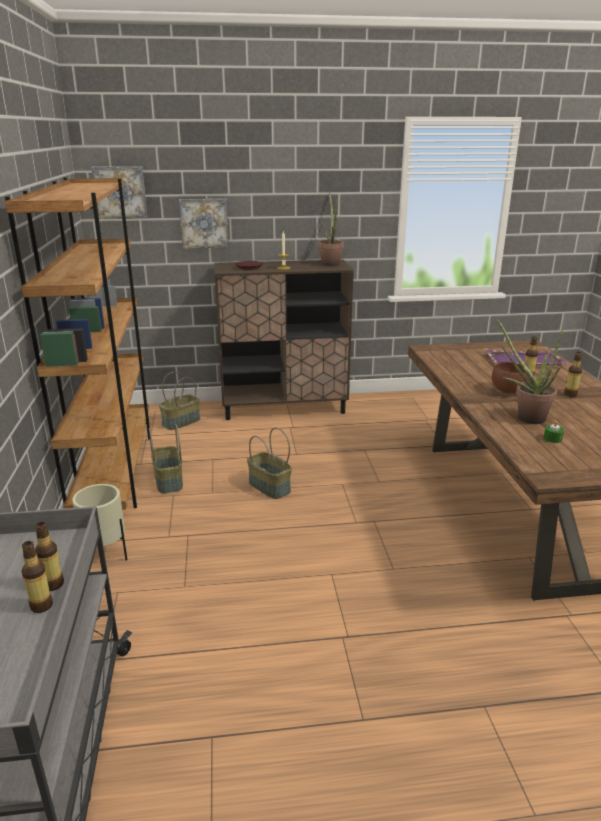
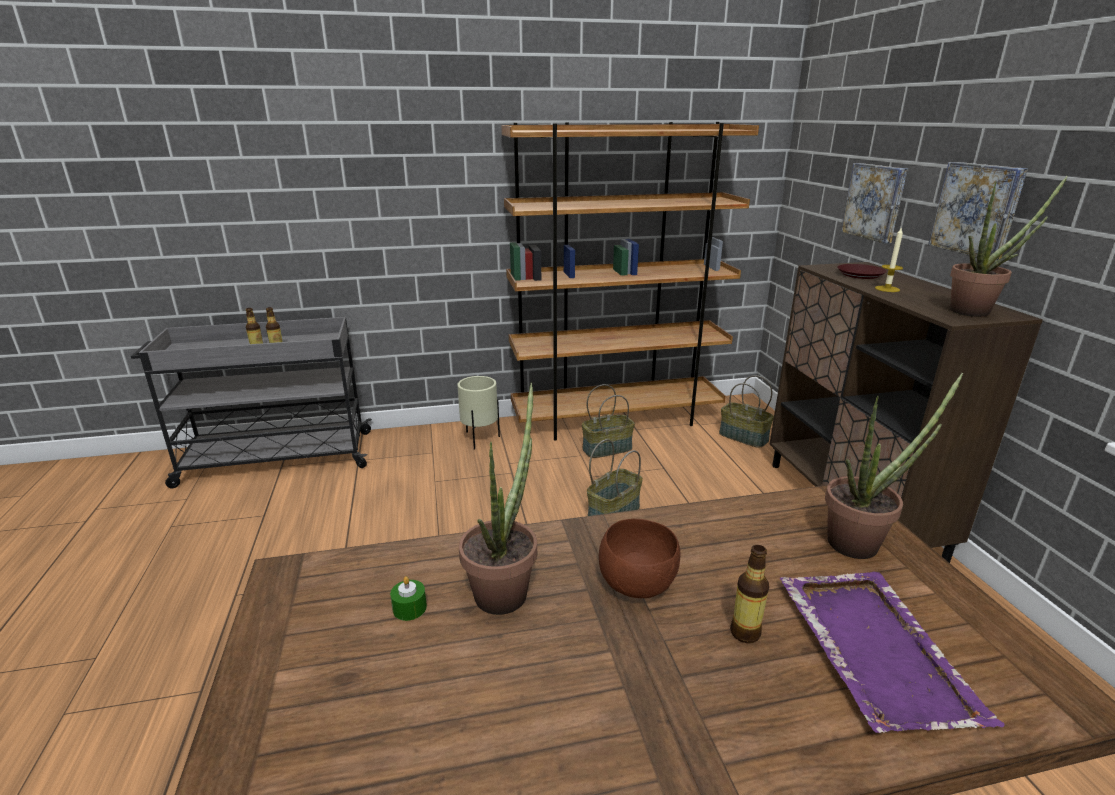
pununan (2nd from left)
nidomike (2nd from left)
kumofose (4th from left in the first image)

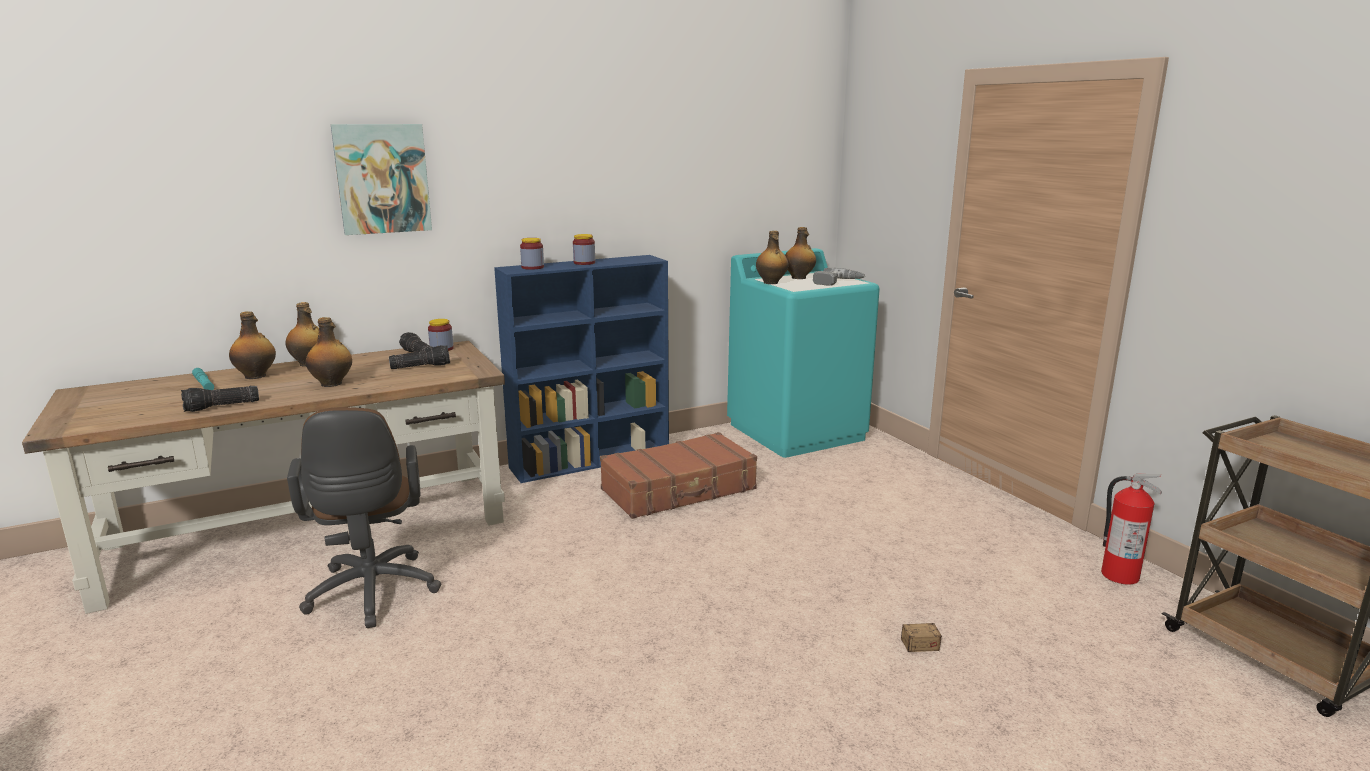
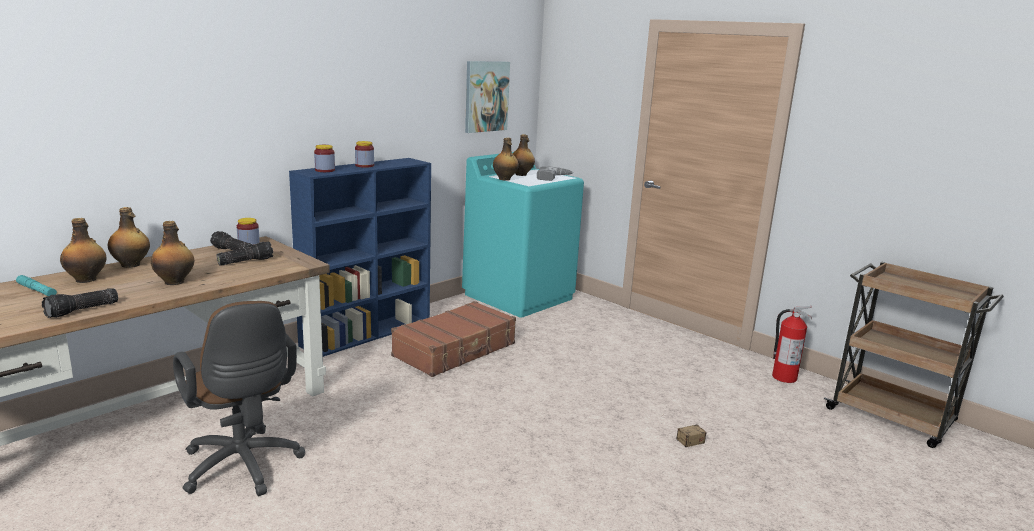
nidomike

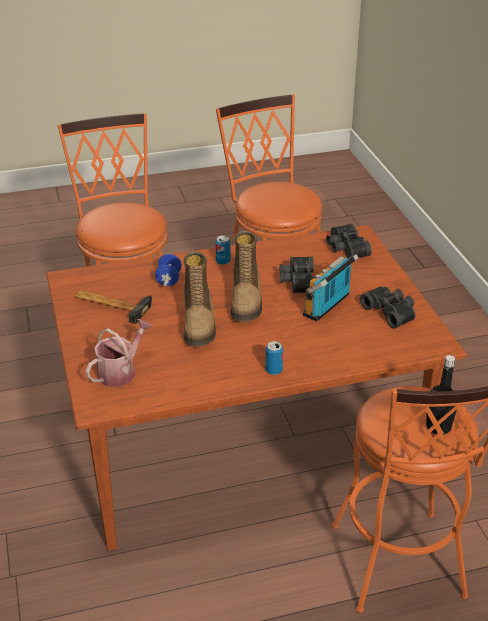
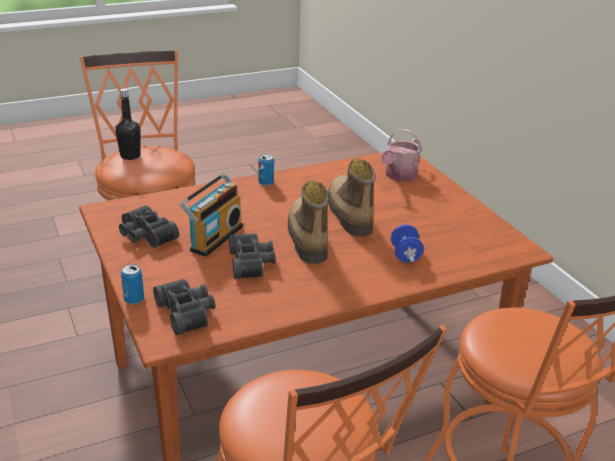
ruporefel (1st from left)
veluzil

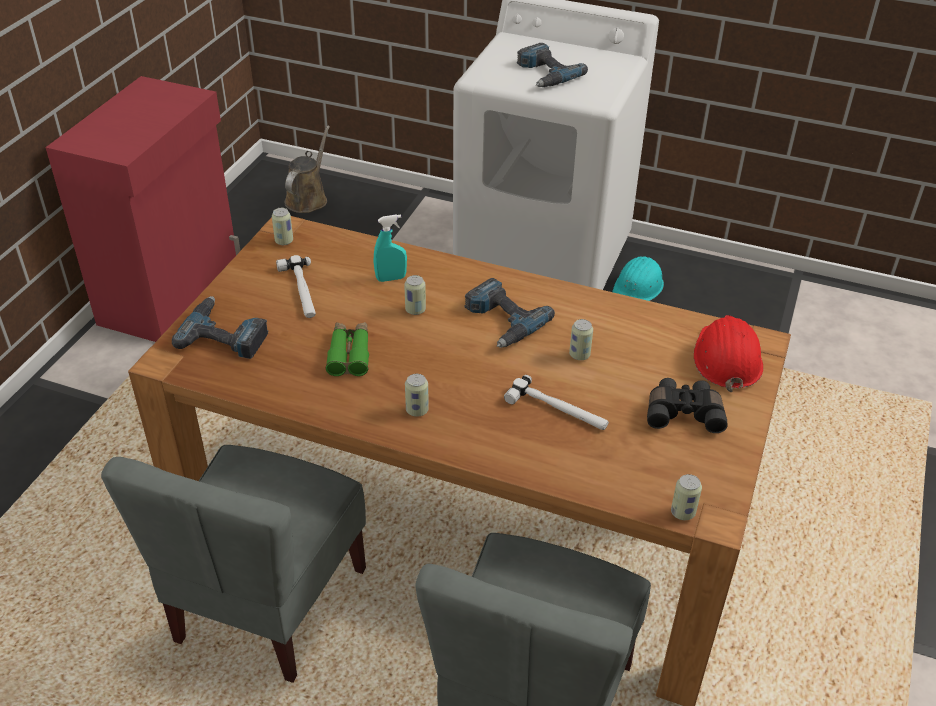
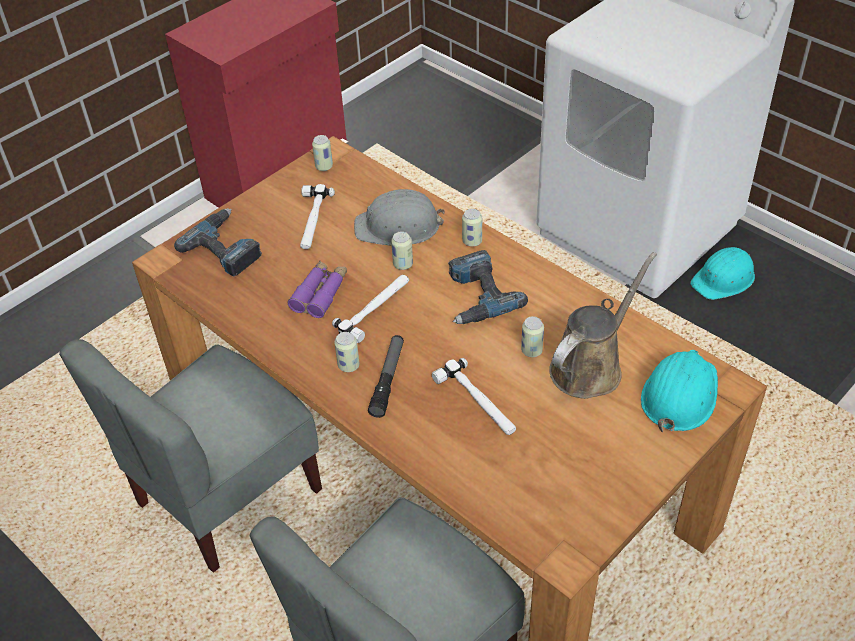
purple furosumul
veluzil (2nd from left)
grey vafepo
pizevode
ruporefel (4th from left)
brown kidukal
turquoise vafepo (1st from left)
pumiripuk (3rd from left in the first image)
black furosumul

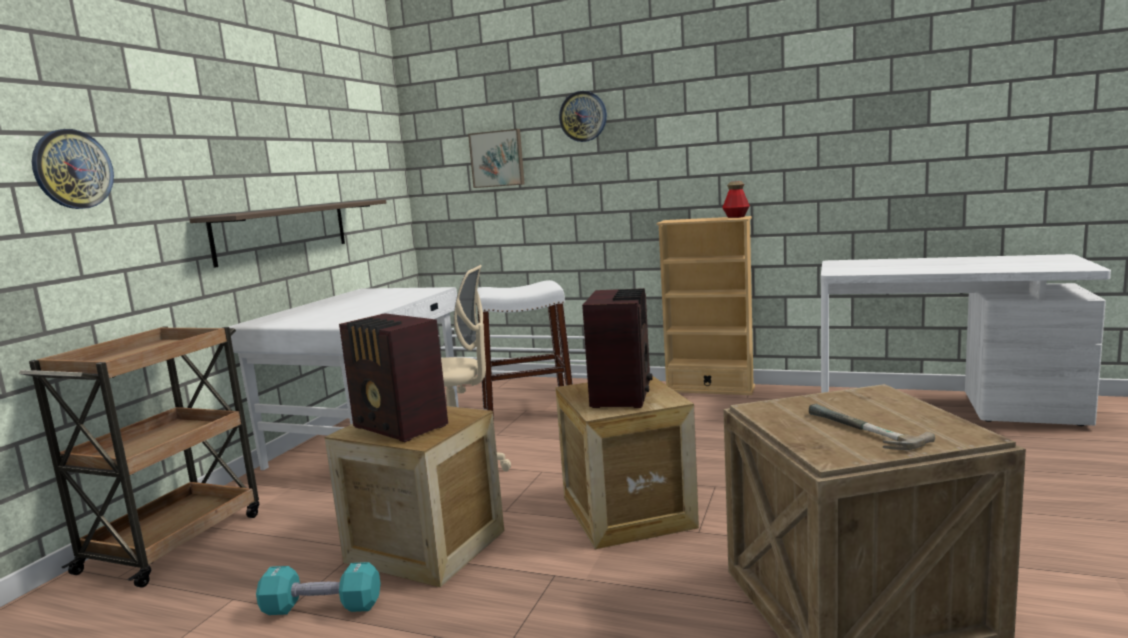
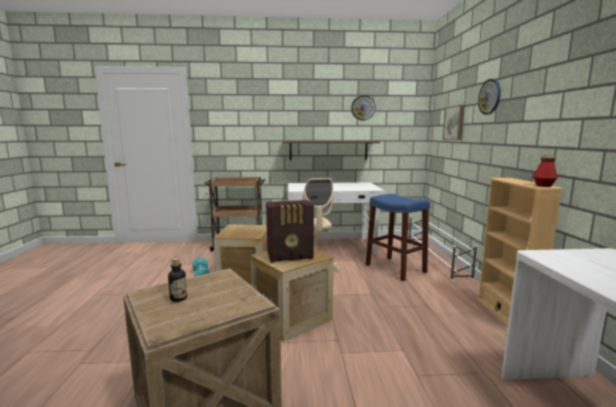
kumofose (1st from left)
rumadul (1st from left)
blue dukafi
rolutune (1st from left in the first image)

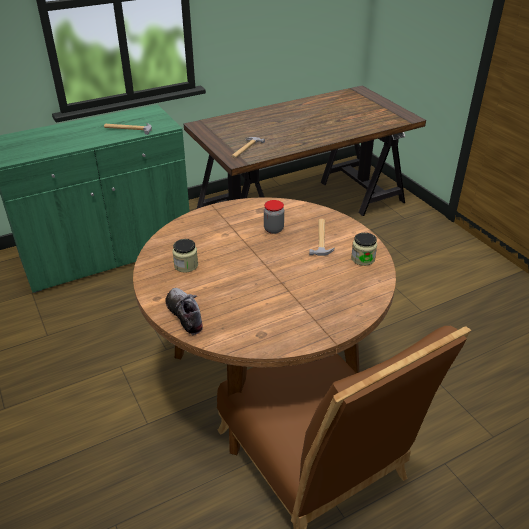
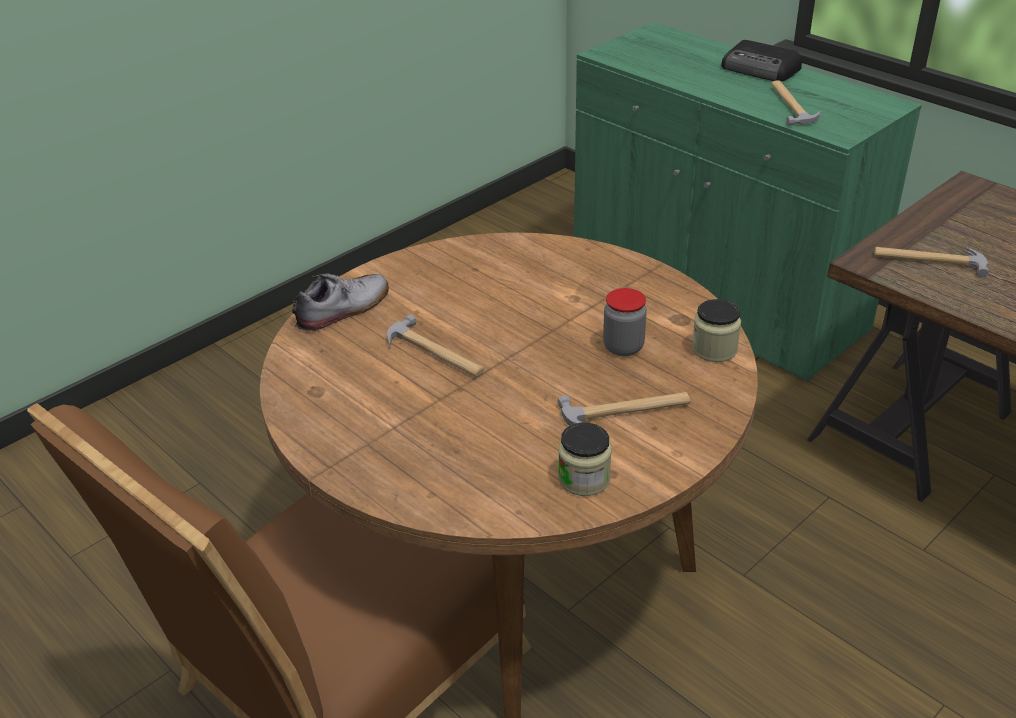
veluzil (1st from left)
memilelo (3rd from left)
rolutune

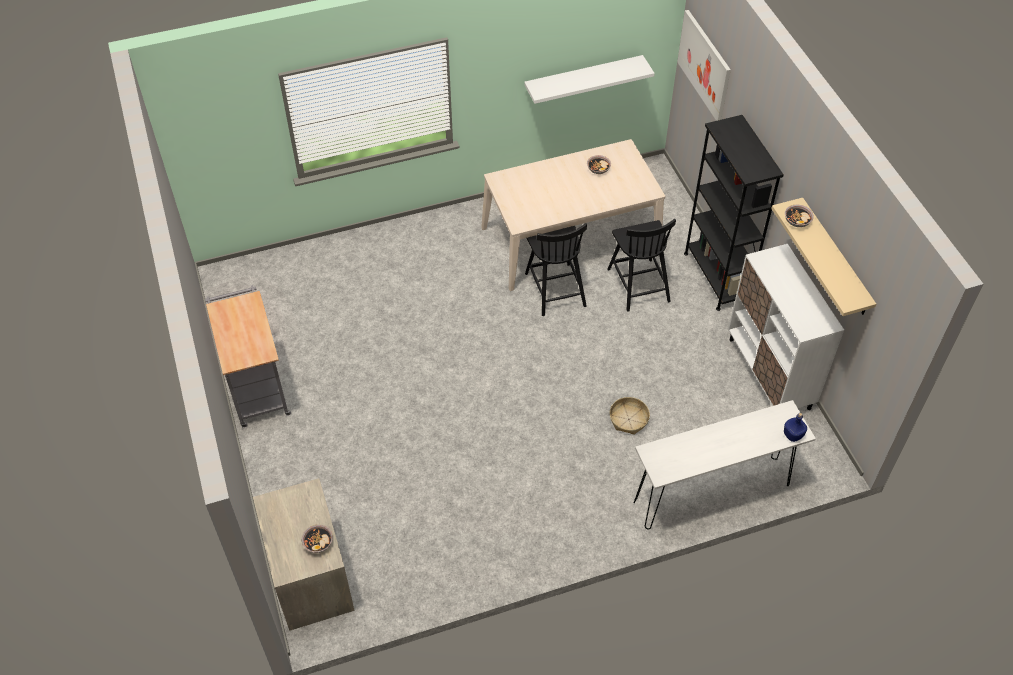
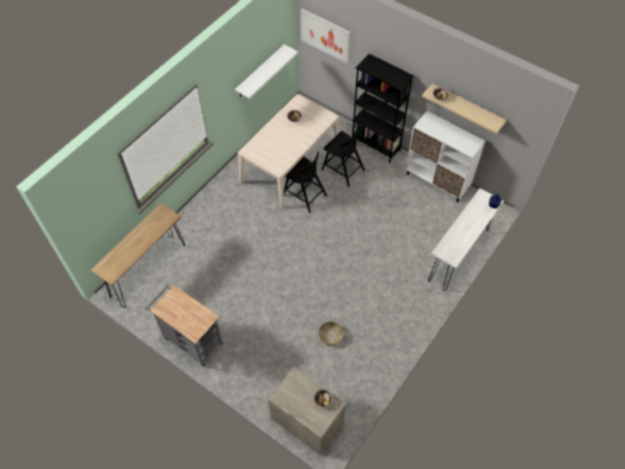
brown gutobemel
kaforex

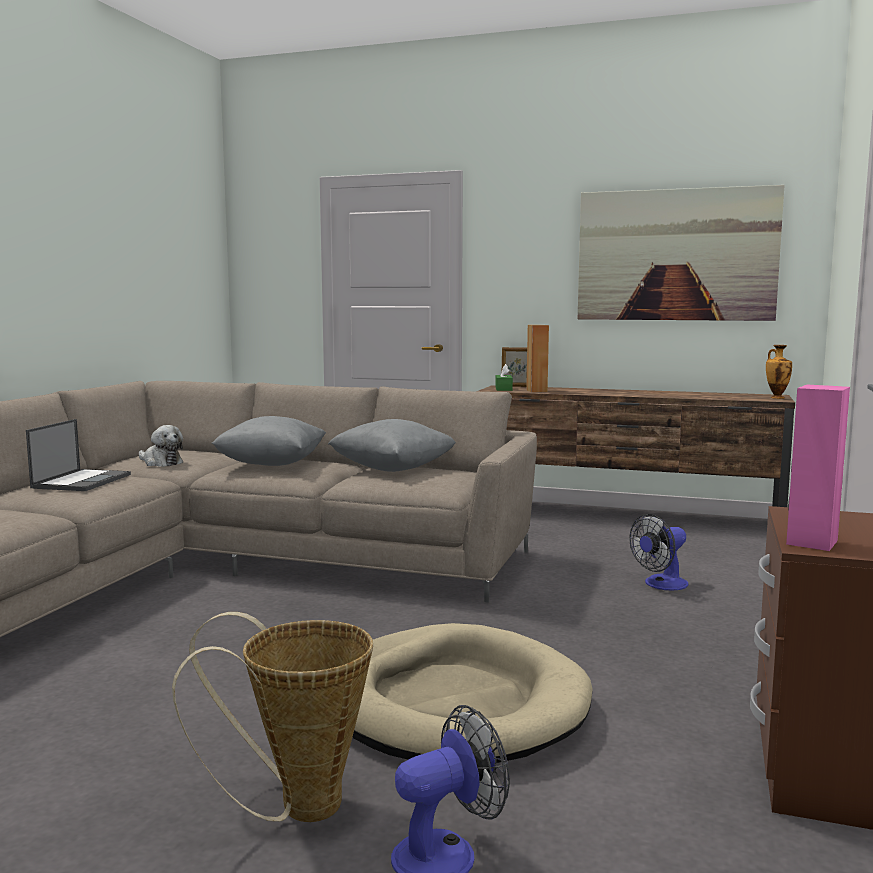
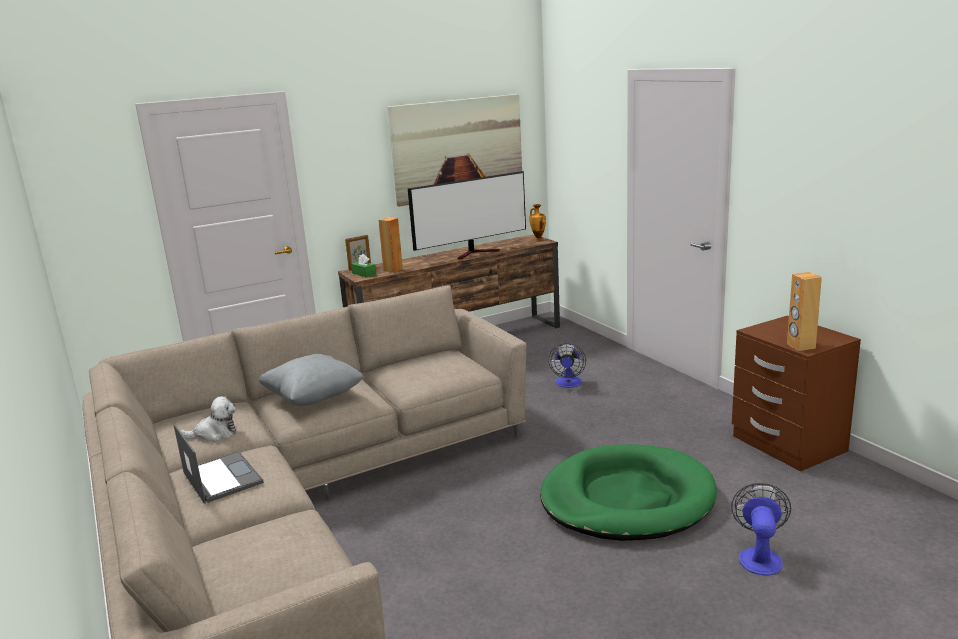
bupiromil
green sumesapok
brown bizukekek (2nd from left)
kaforex
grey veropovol (2nd from left in the first image)

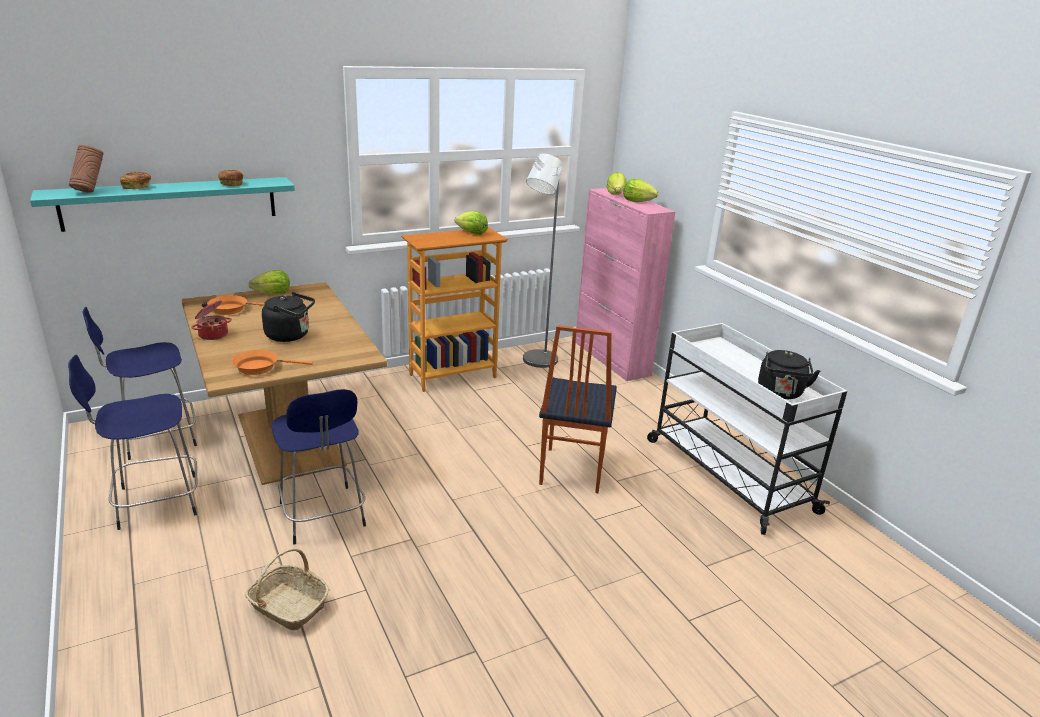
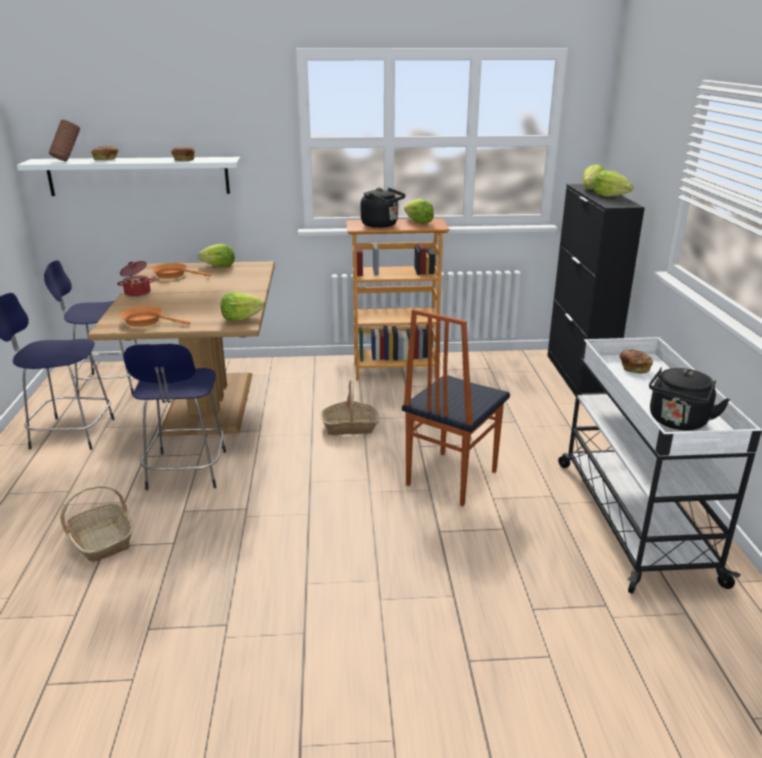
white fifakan
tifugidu (2nd from left)
kaforex (2nd from left)
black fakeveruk (1st from left)
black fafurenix
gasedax (3rd from left)
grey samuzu

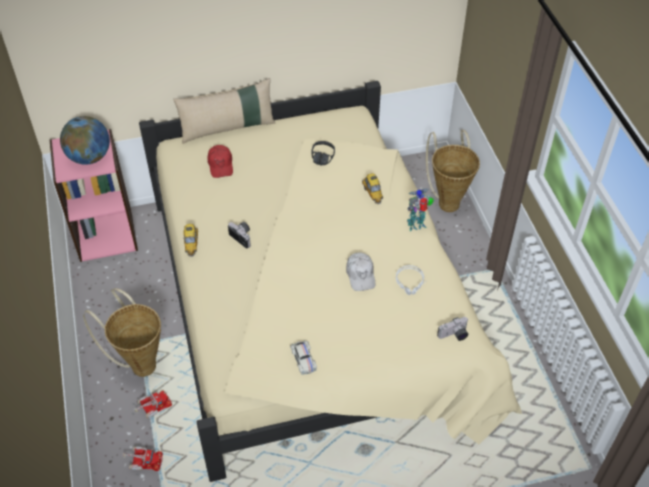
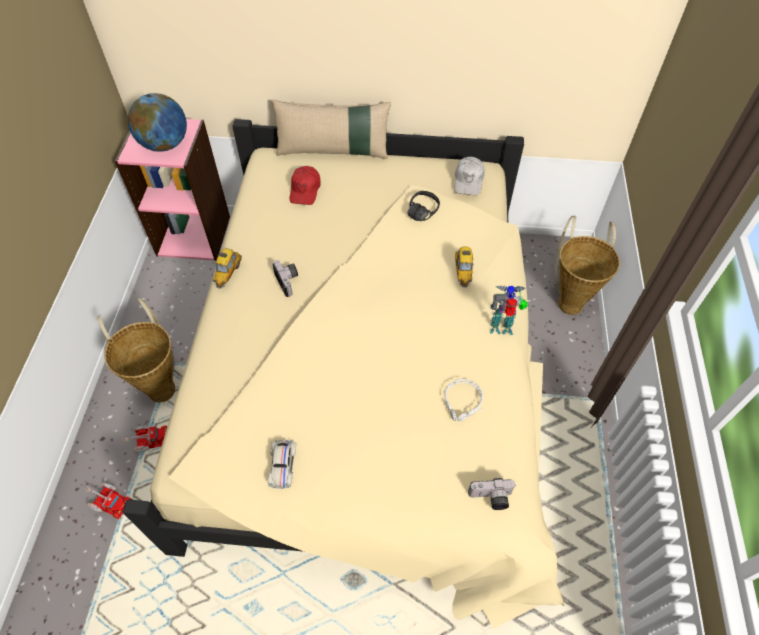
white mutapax

